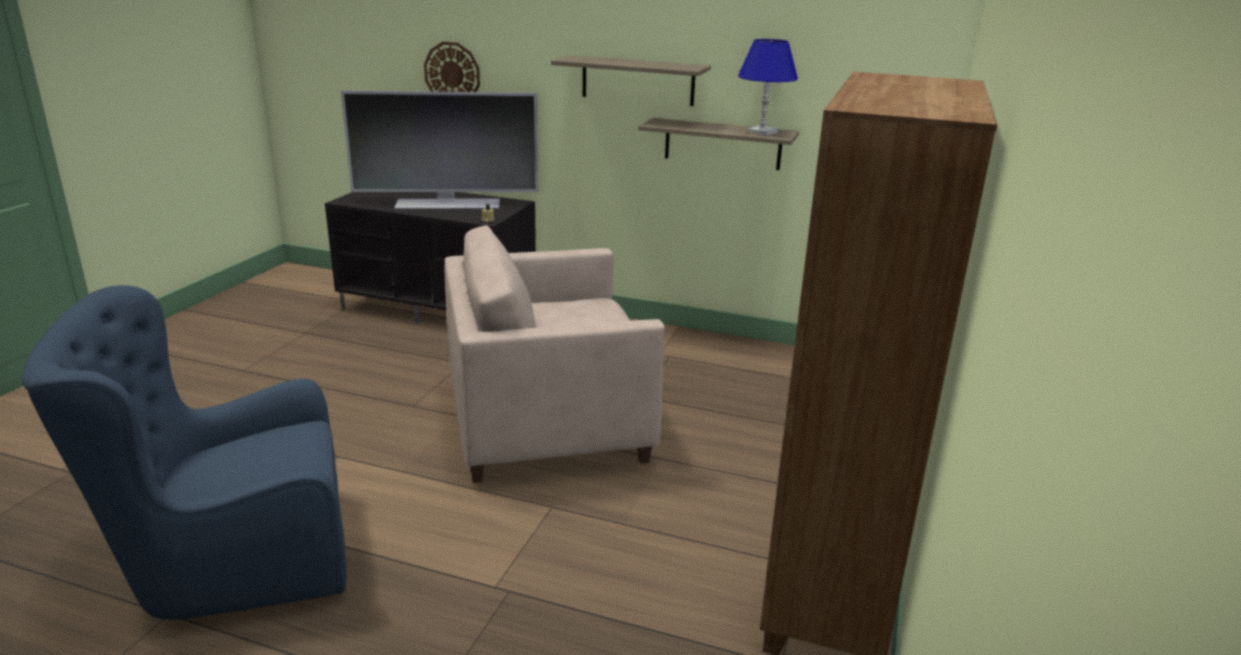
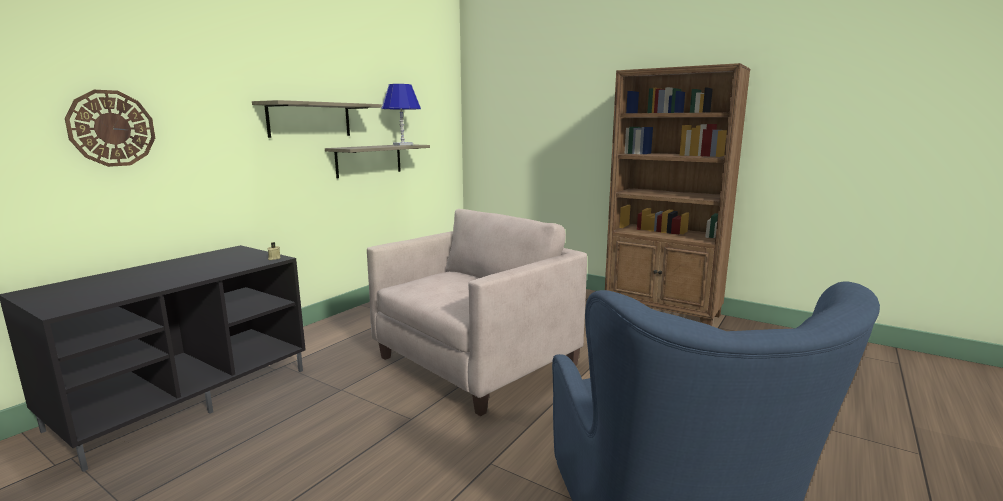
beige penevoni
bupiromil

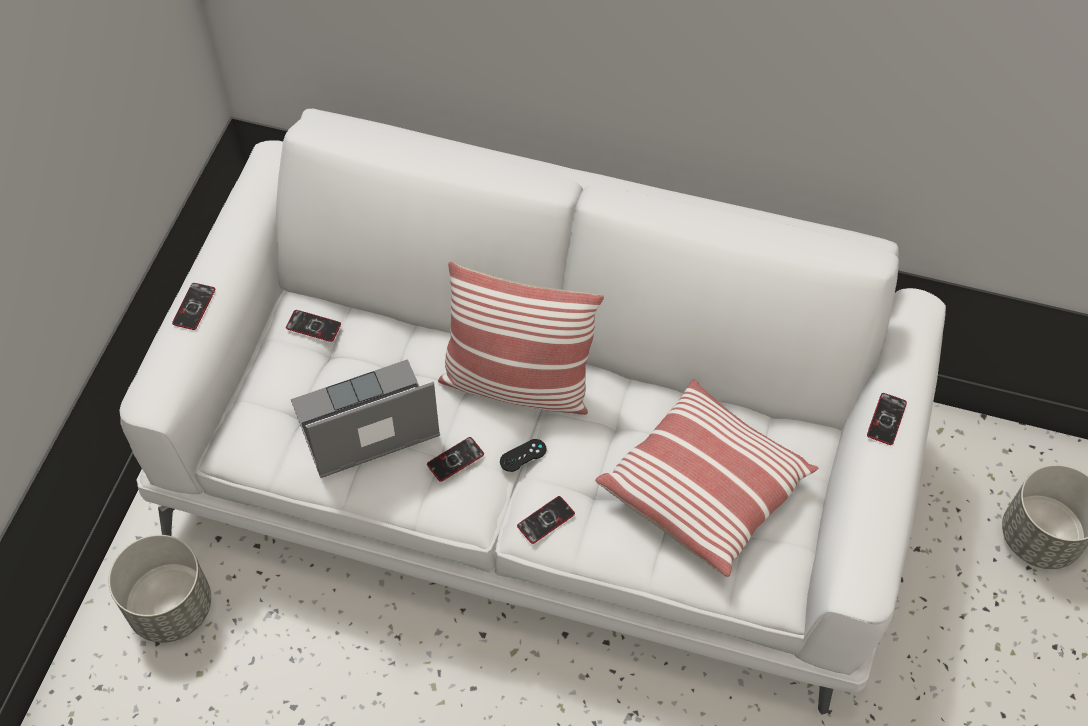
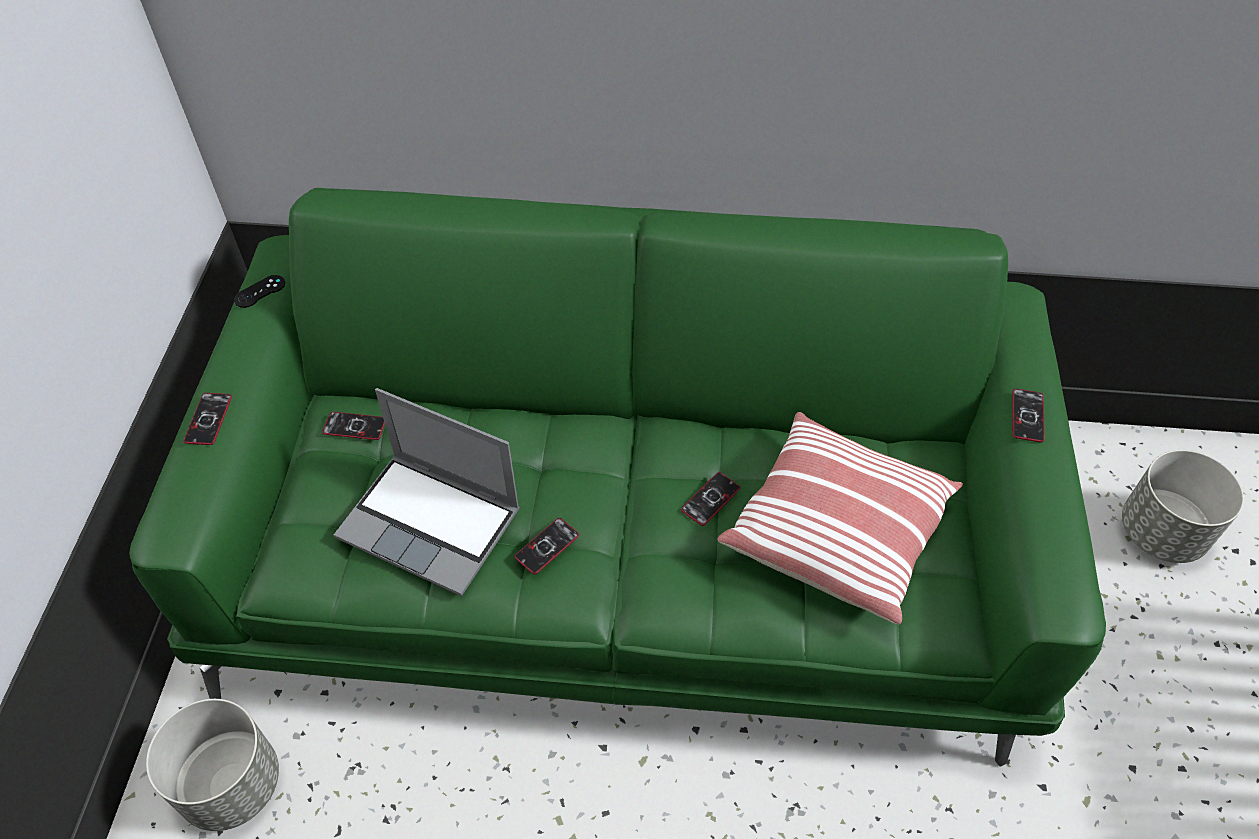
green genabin
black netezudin
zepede
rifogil (4th from left)
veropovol (1st from left in the first image)

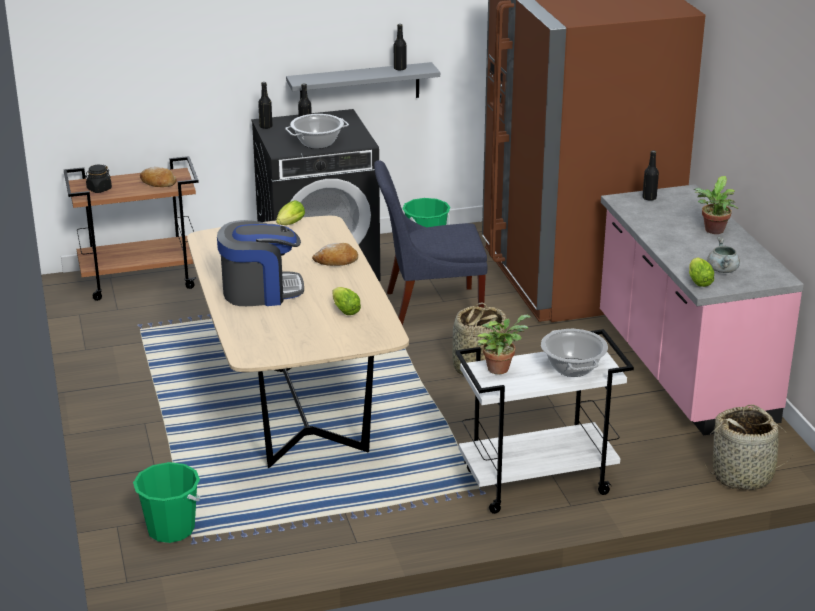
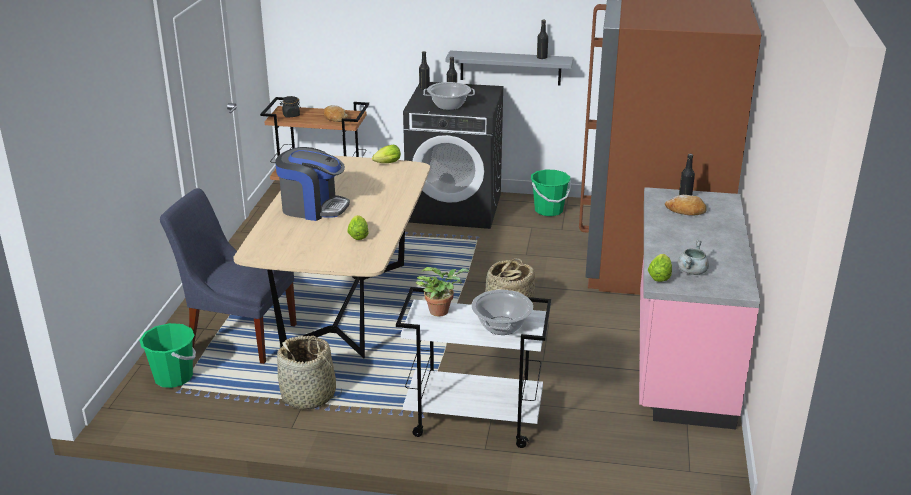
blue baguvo
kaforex (1st from left)
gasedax (2nd from left)
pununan (2nd from left in the first image)

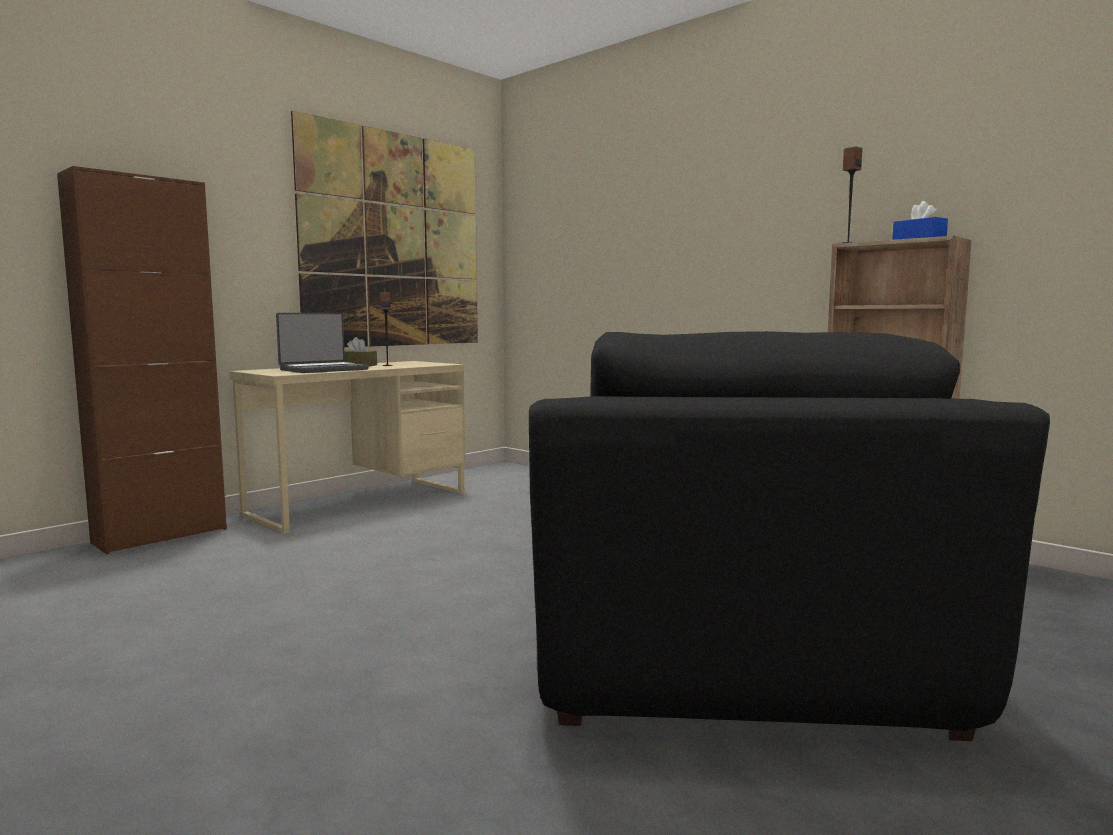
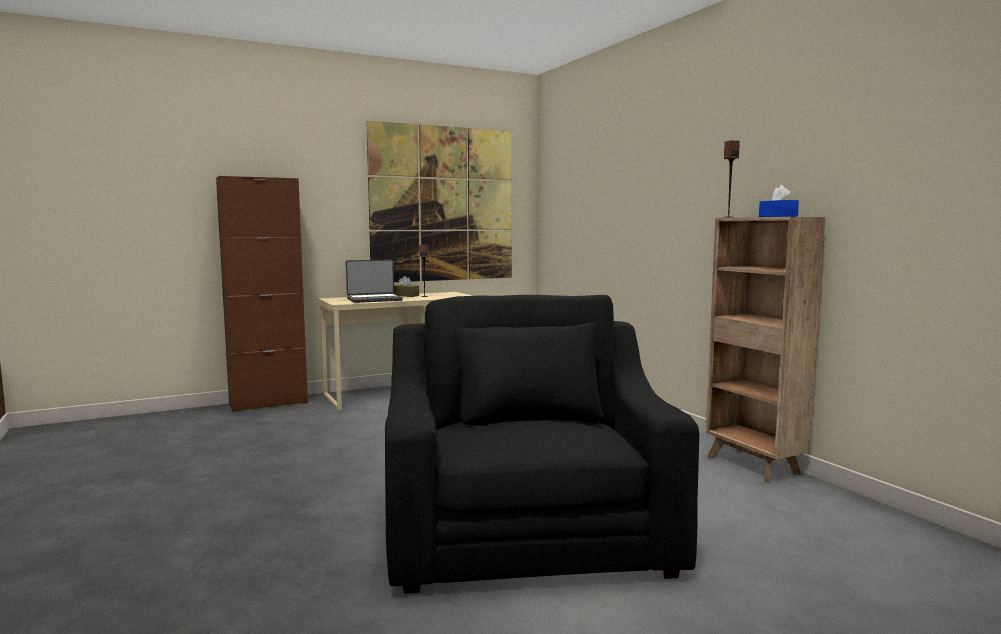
black penevoni

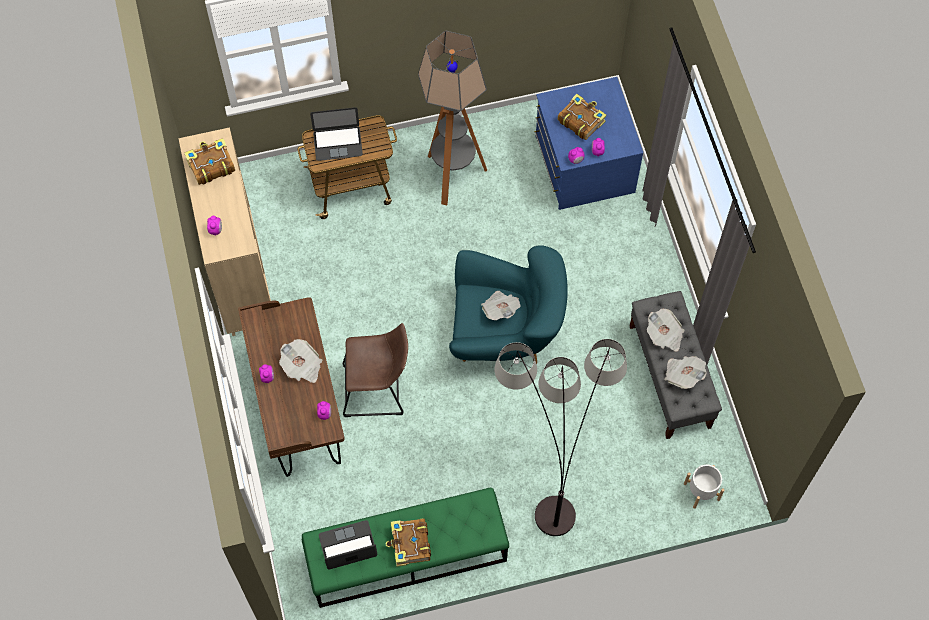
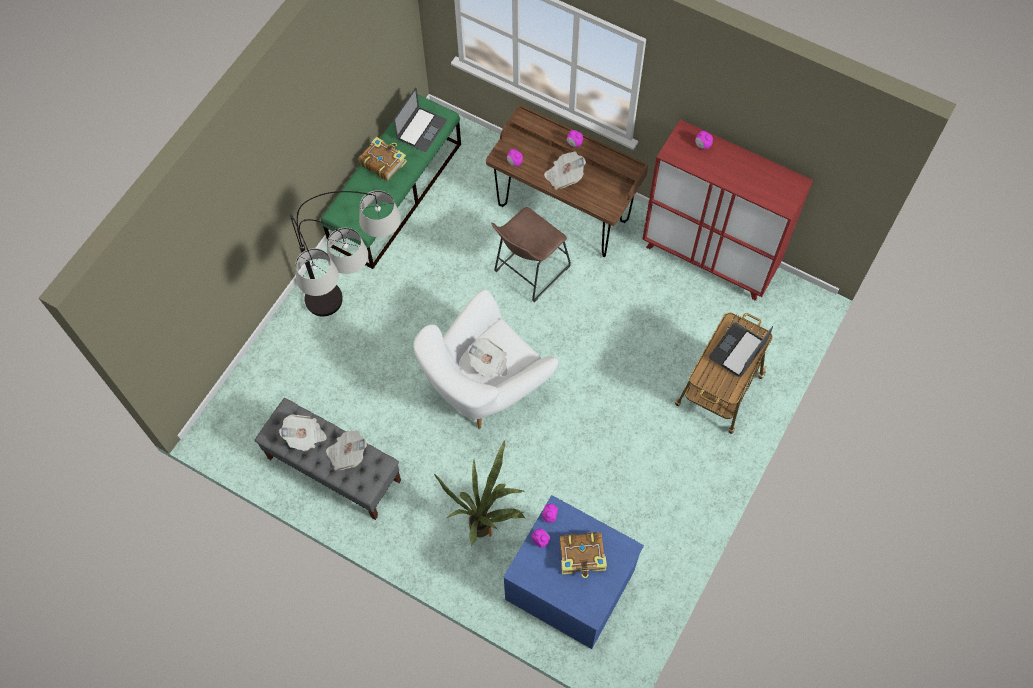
white penevoni
pununan
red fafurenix
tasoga (1st from left in the first image)
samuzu (1st from left in the first image)
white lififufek

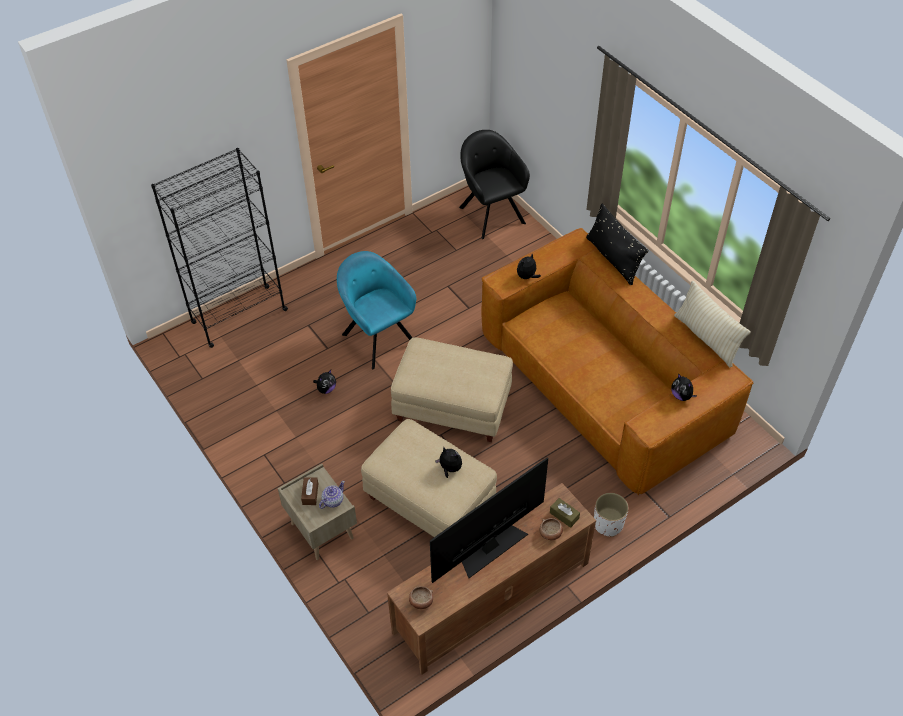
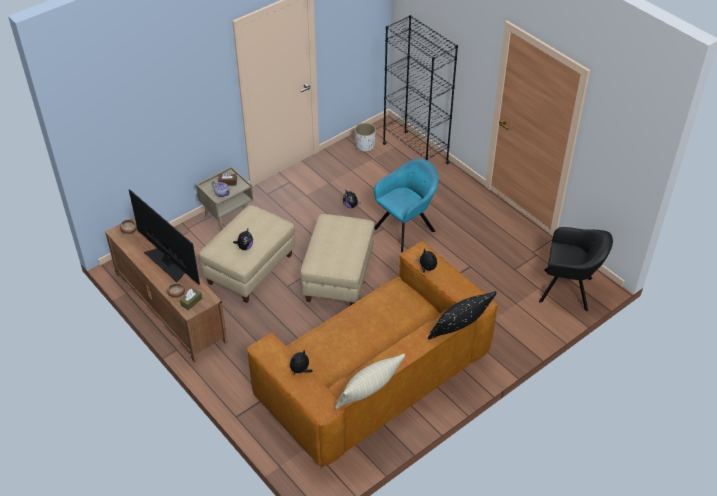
white lififufek
black penevoni

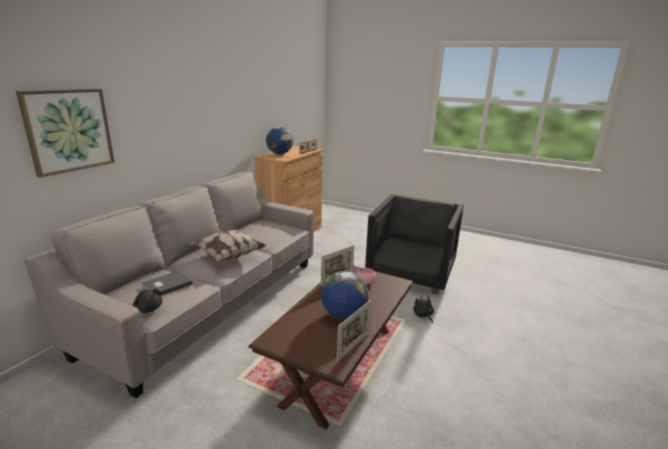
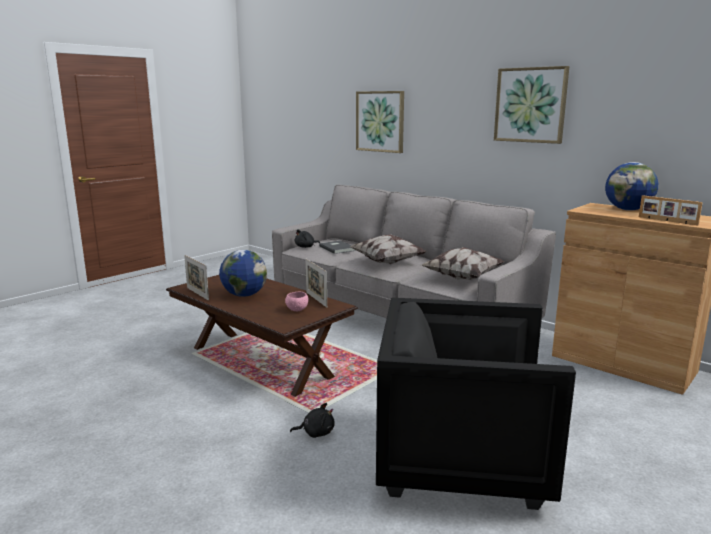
black penevoni
veropovol (2nd from left)
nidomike (2nd from left)

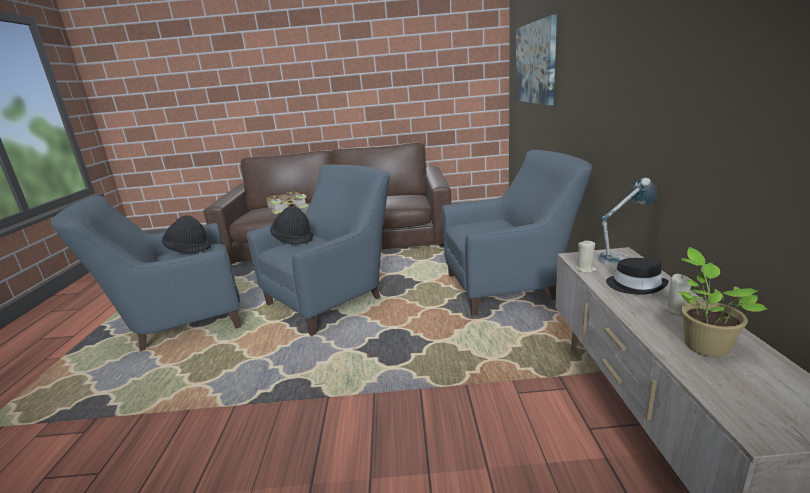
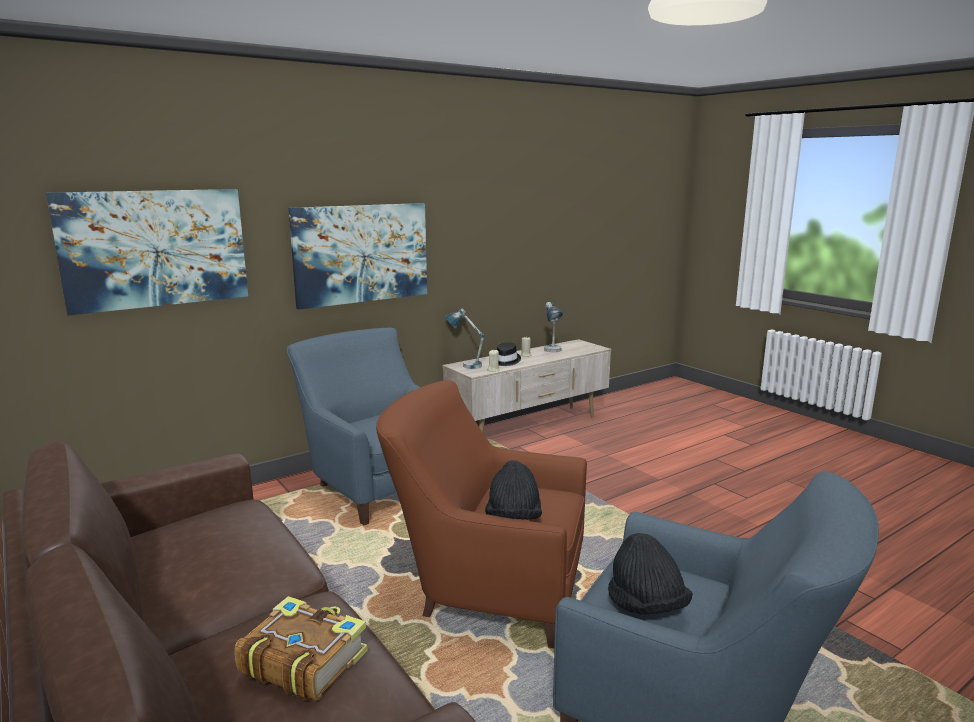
nidomike (2nd from left)
brown penevoni
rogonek (2nd from left)

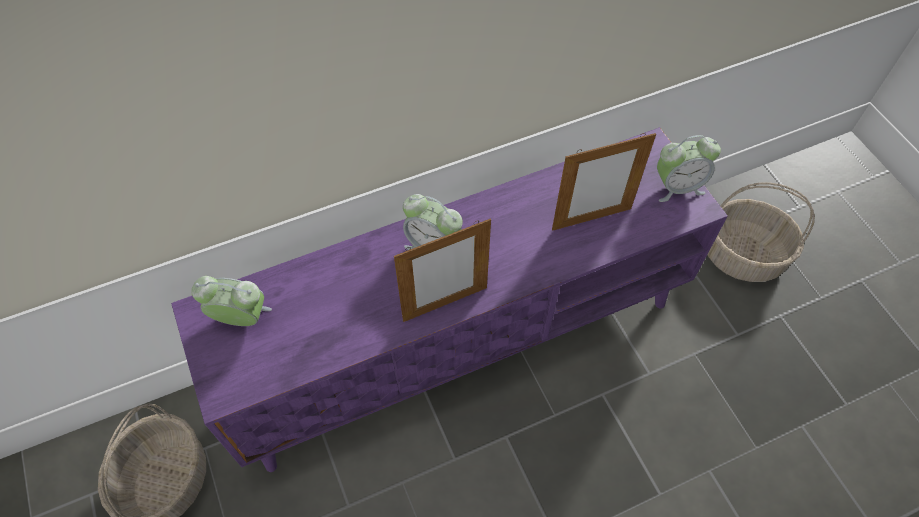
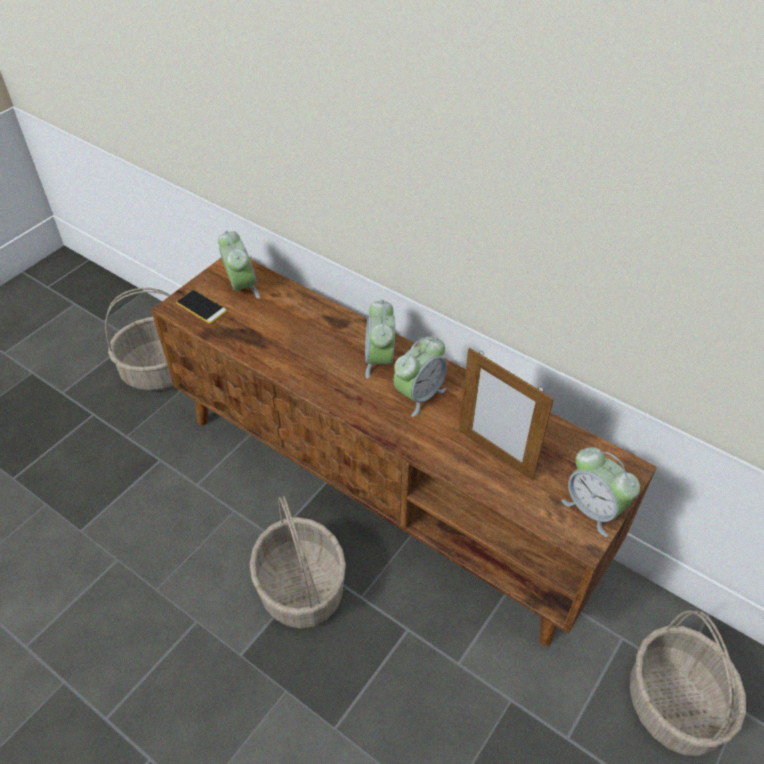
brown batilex
rifogil
kaforex (2nd from left)
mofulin (3rd from left)
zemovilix (1st from left in the first image)

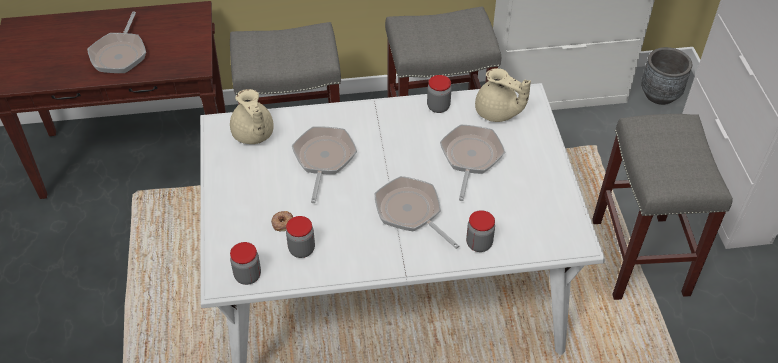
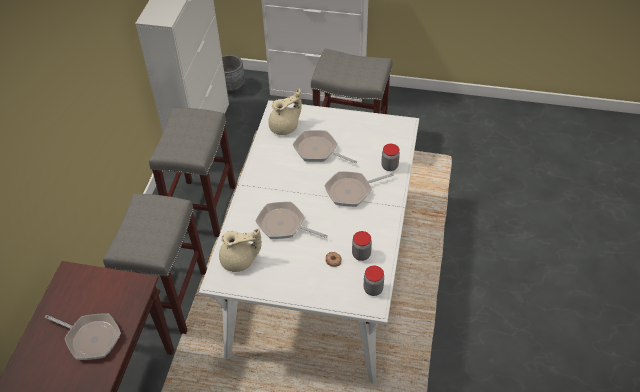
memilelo (3rd from left in the first image)

